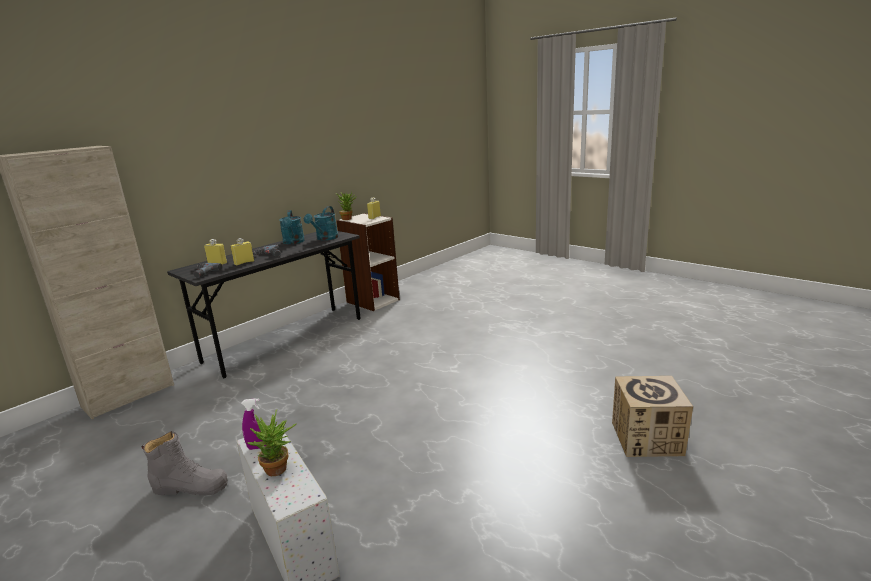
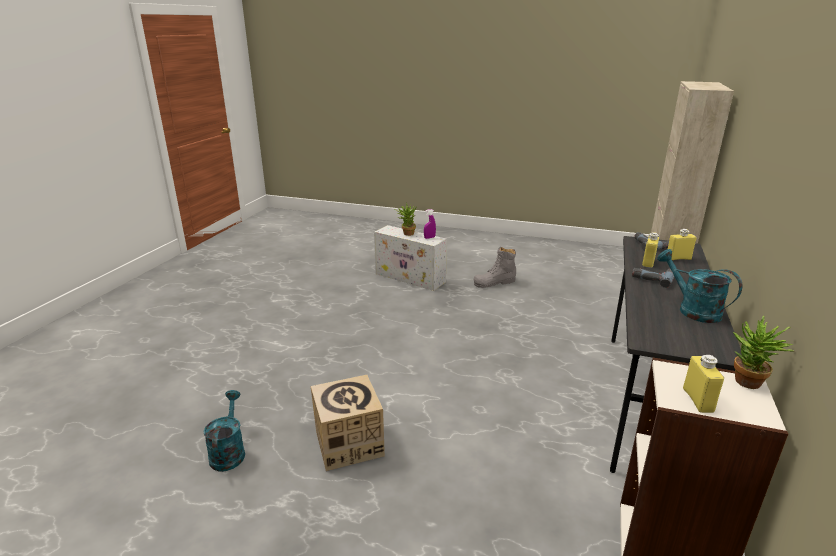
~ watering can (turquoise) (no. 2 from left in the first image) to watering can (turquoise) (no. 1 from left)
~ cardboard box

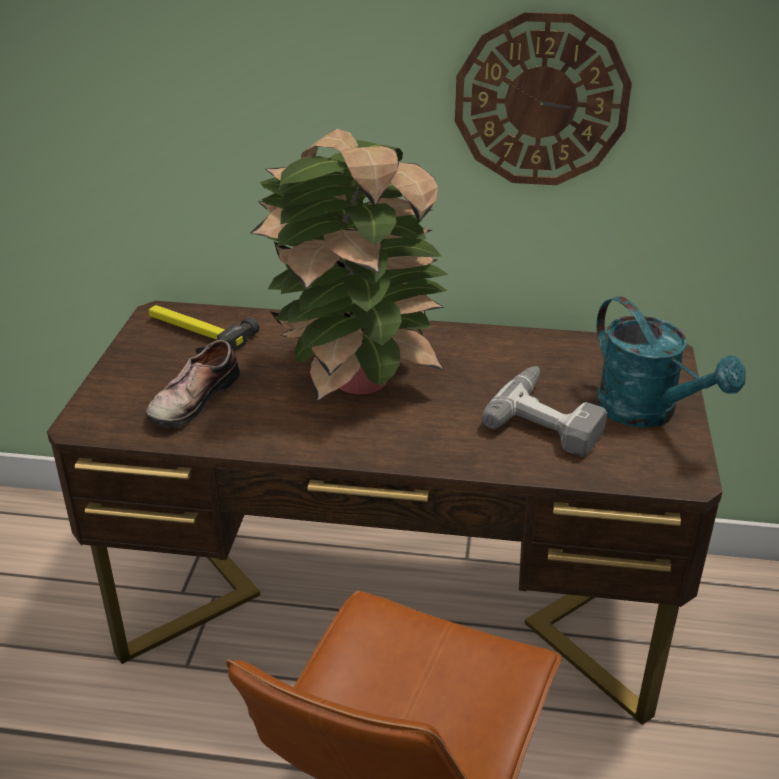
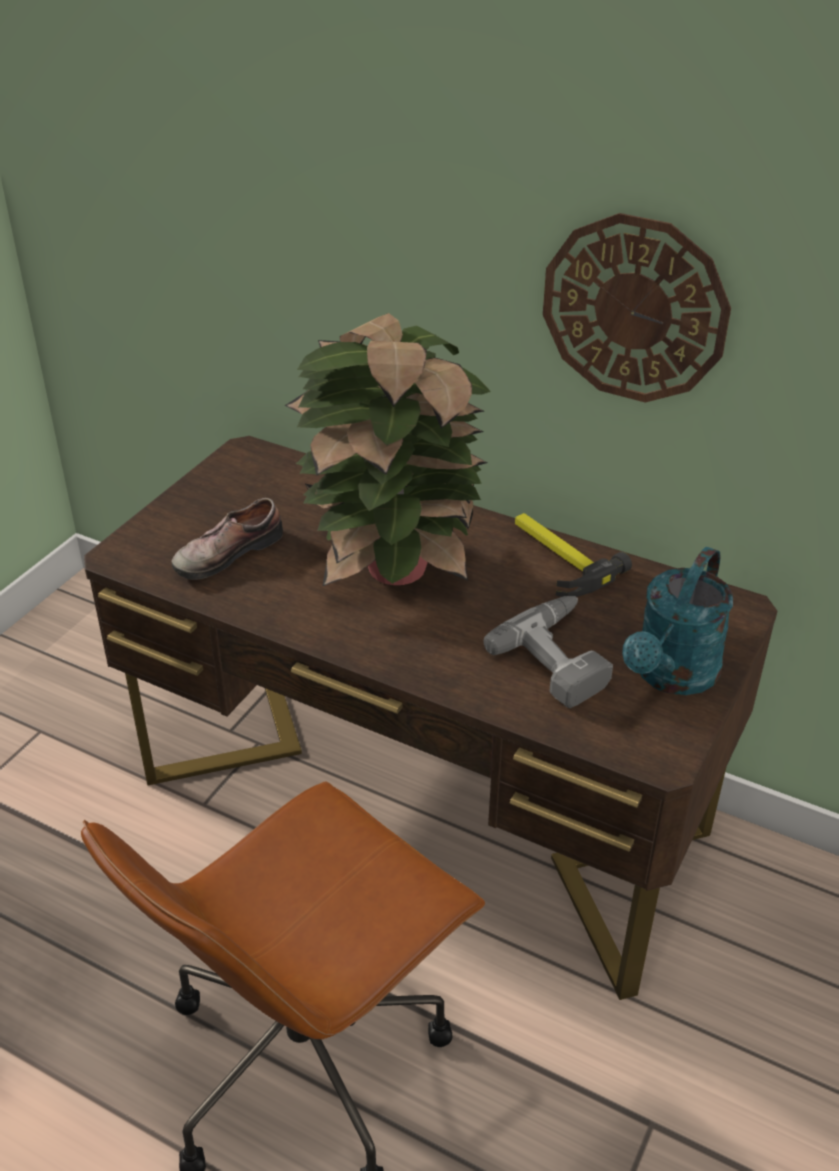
~ hammer
~ watering can (turquoise) 45 degrees clockwise

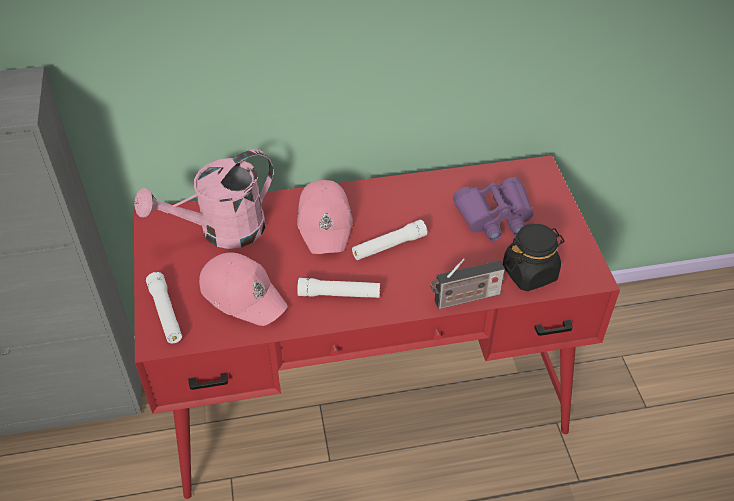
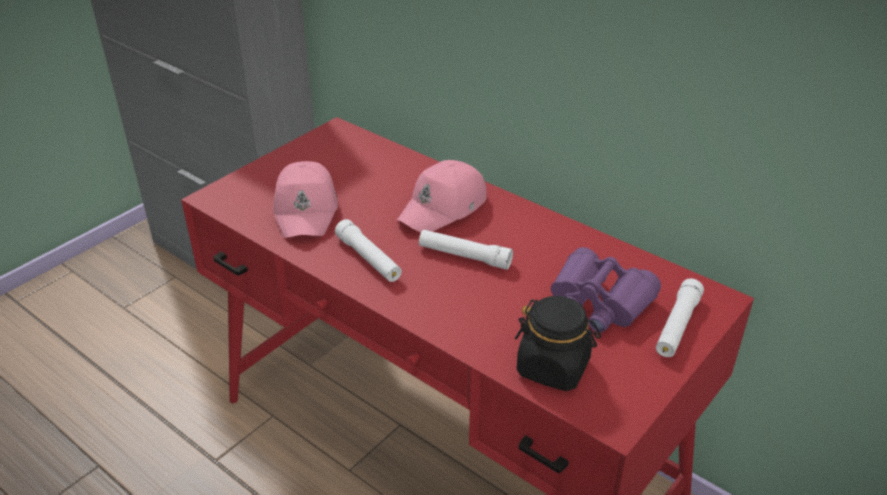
- watering can (pink)
- radio
~ flashlight (white) (no. 1 from left in the first image) to flashlight (white) (no. 3 from left)

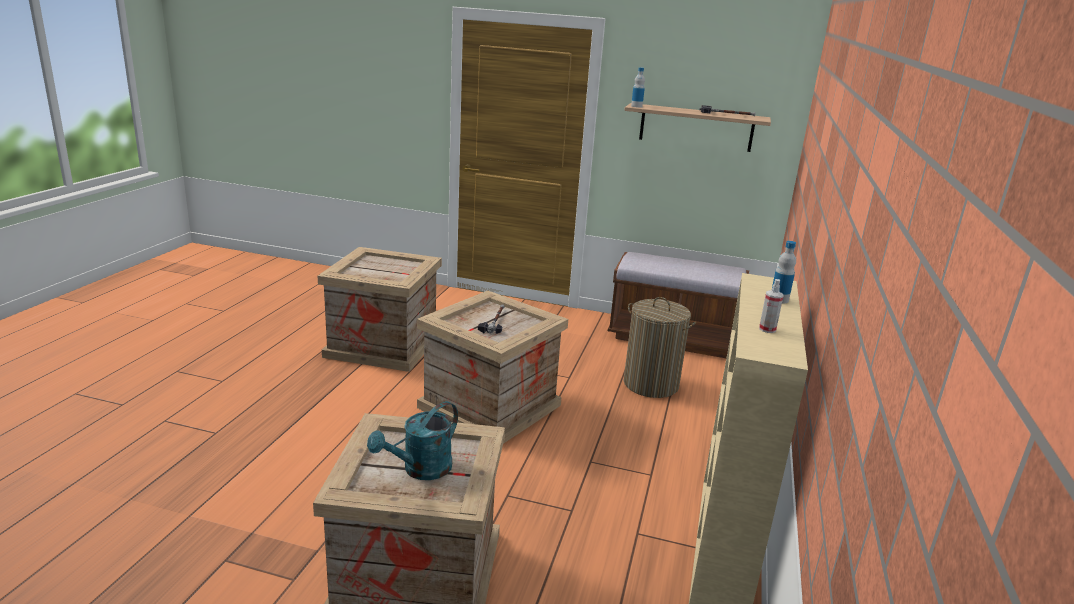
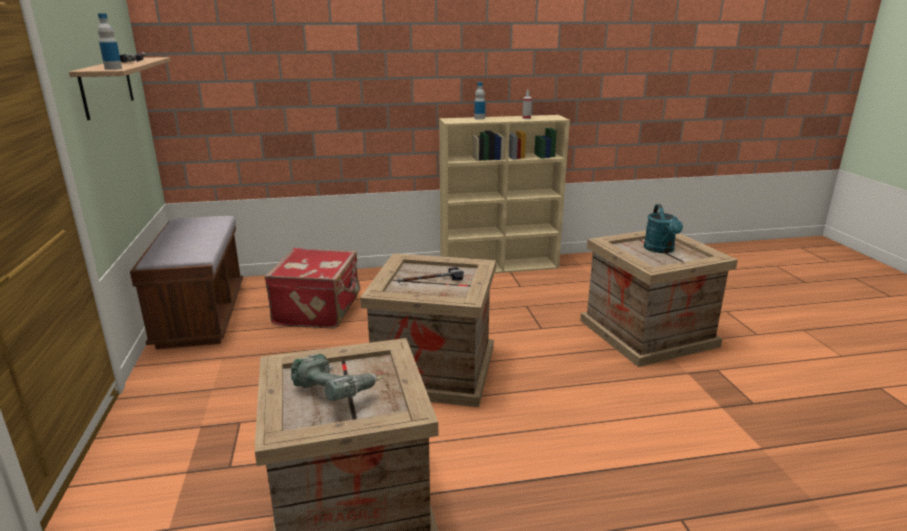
+ power drill
~ laundry basket to suitcase (red)
~ watering can (turquoise) 75 degrees clockwise

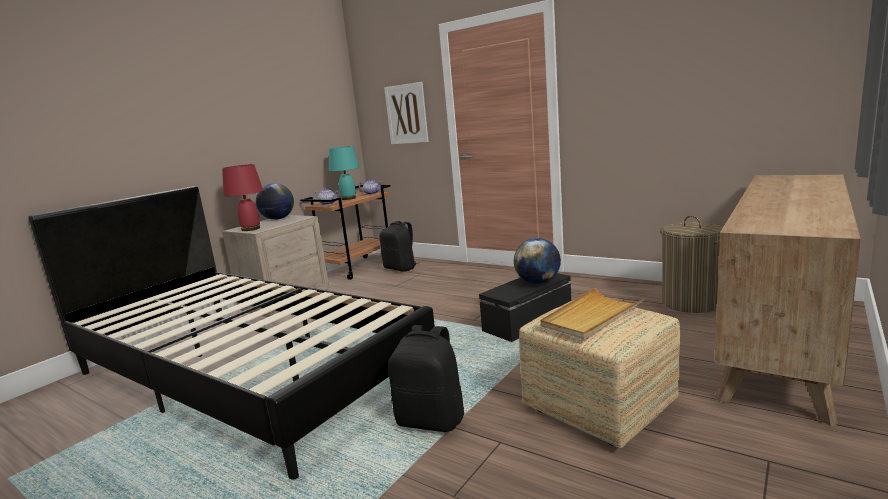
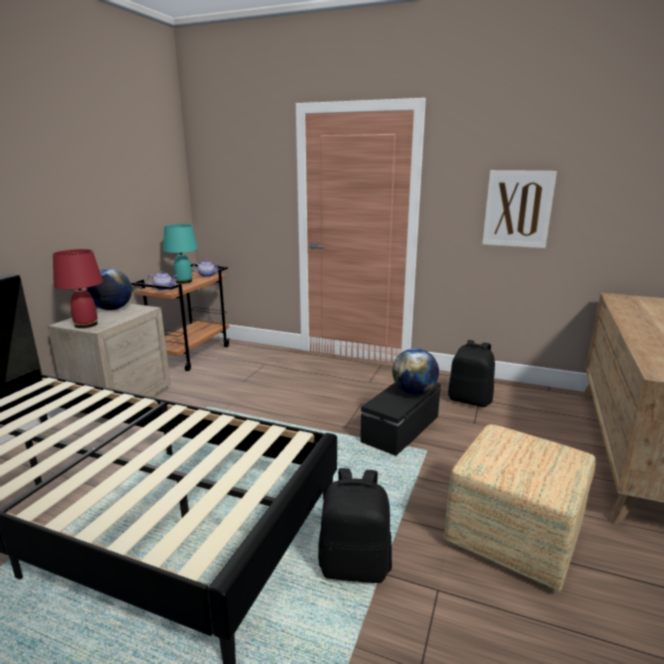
- tray (beige)
- laundry basket
~ backpack (black) (no. 1 from left in the first image) to backpack (black) (no. 2 from left)
~ picture

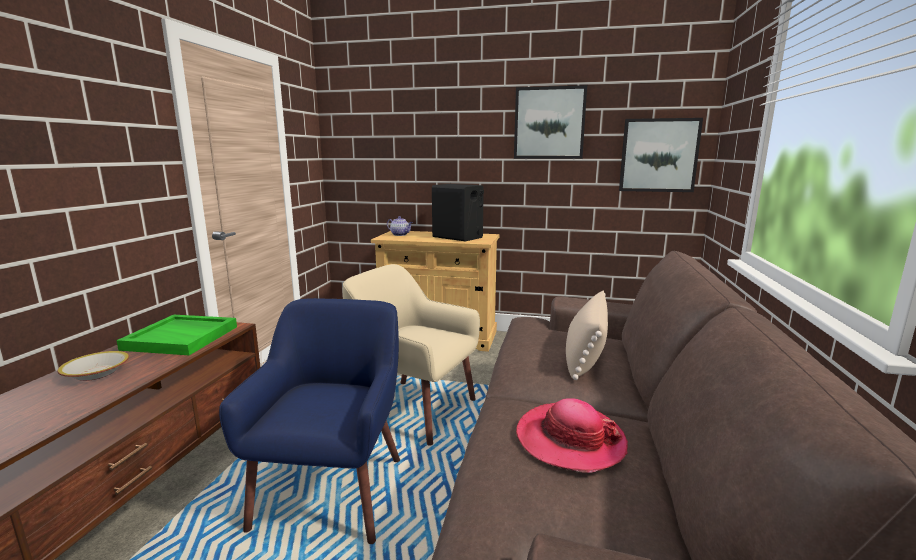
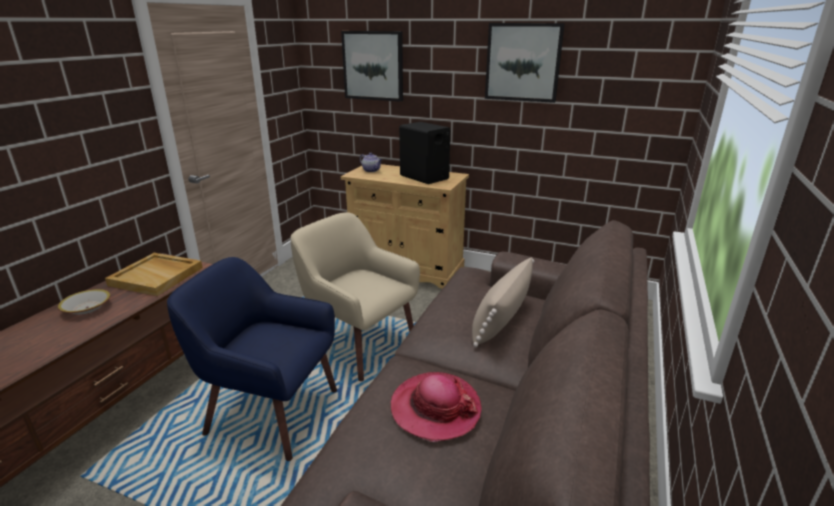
~ picture (no. 2 from left in the first image) to picture (no. 1 from left)
~ tray (green) to tray (beige)
~ armchair (blue) 90 degrees counterclockwise

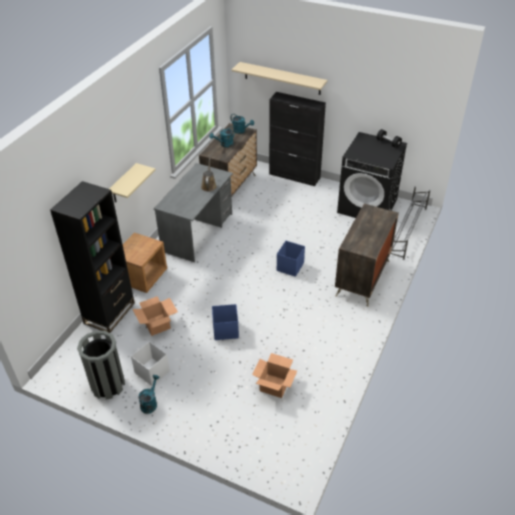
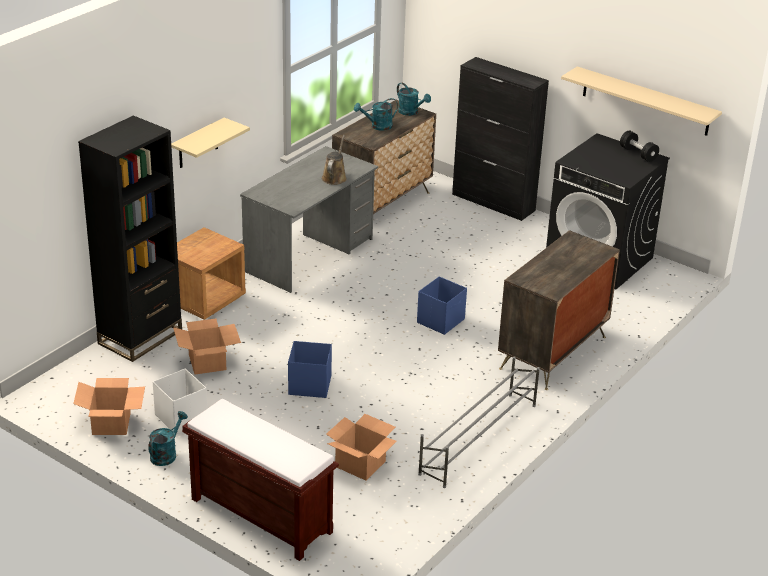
+ bench (brown)
~ shelf (beige) (no. 2 from left)
~ shoe rack (grey)
~ trash can (grey) to cardboard box (no. 1 from left)

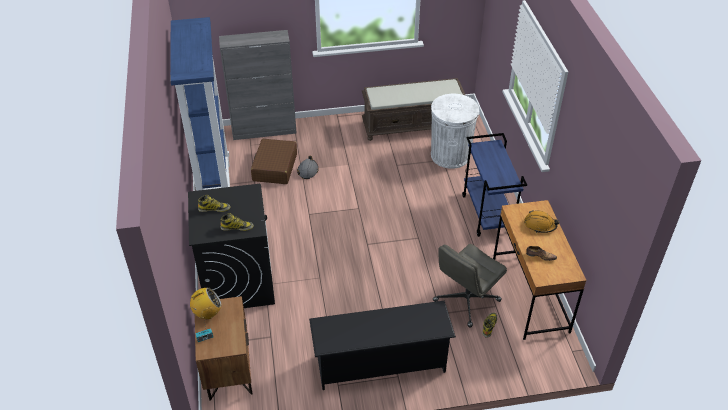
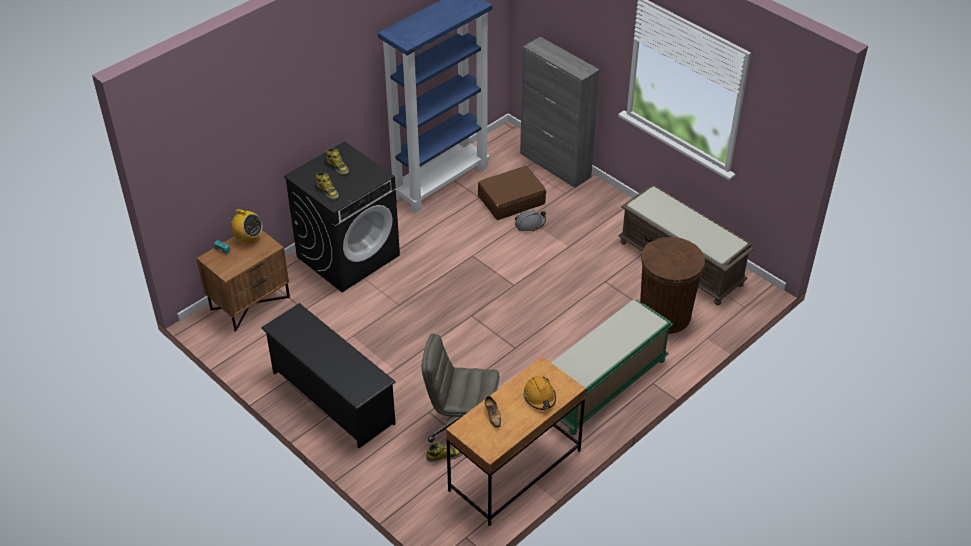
~ cart (blue) to bench (green)
~ trash can (white) to trash can (brown)

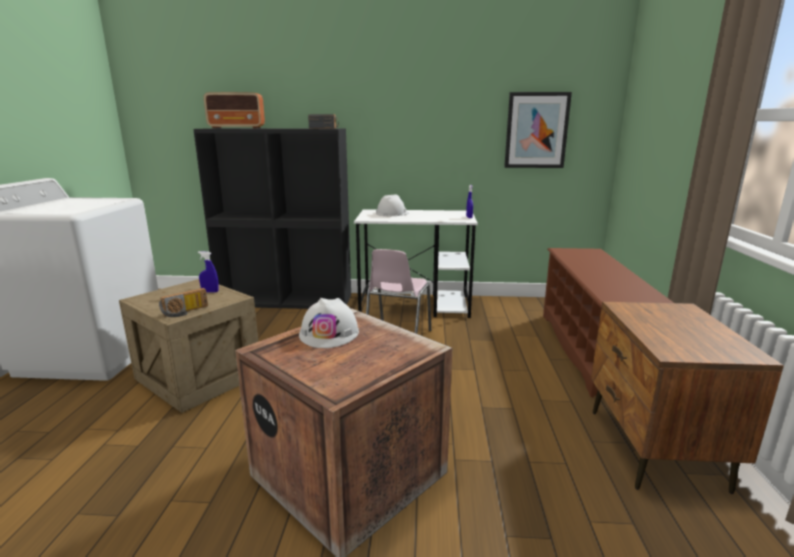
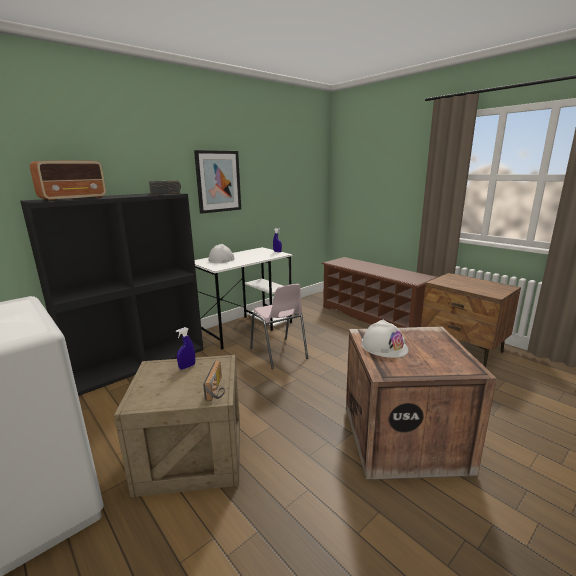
~ picture

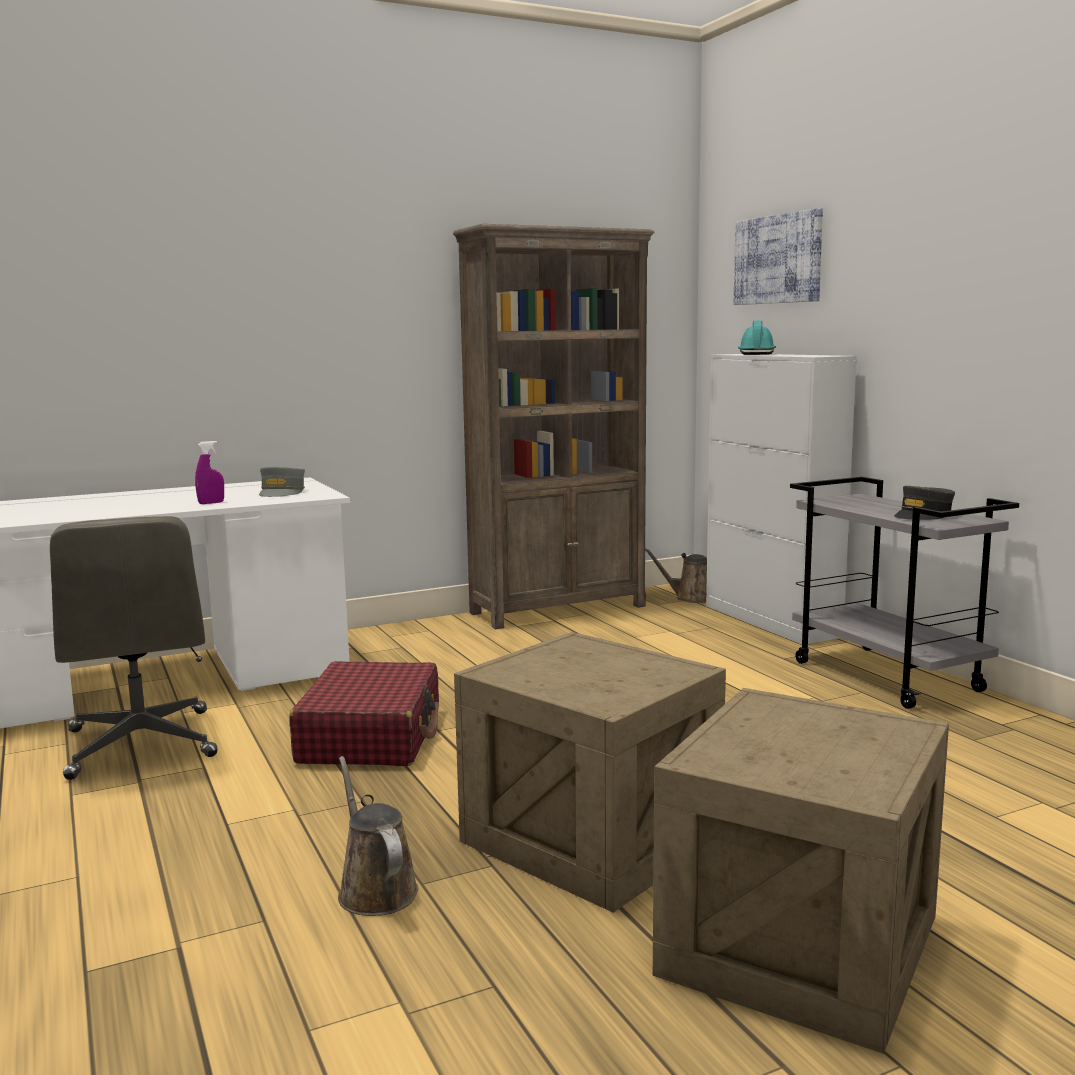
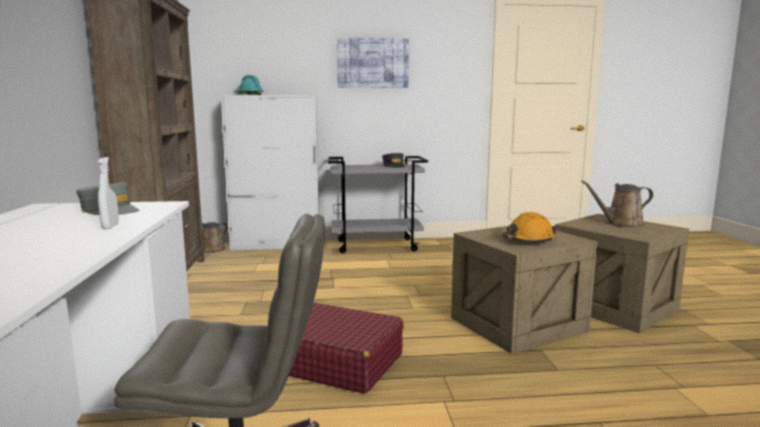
+ hard hat (orange)
~ watering can (brown) (no. 1 from left in the first image) to watering can (brown) (no. 2 from left)
~ picture
~ spray bottle (purple) to spray bottle (white)

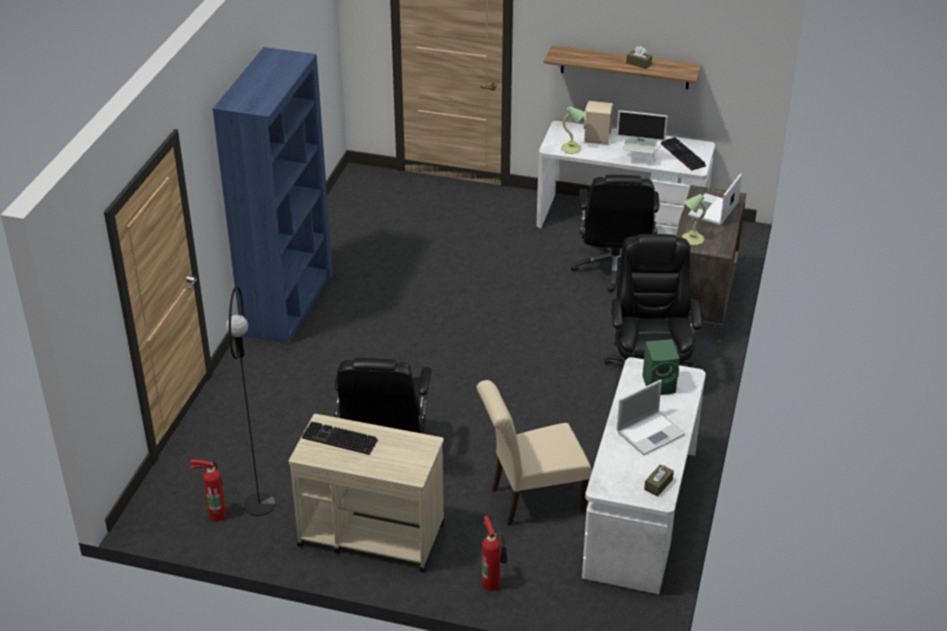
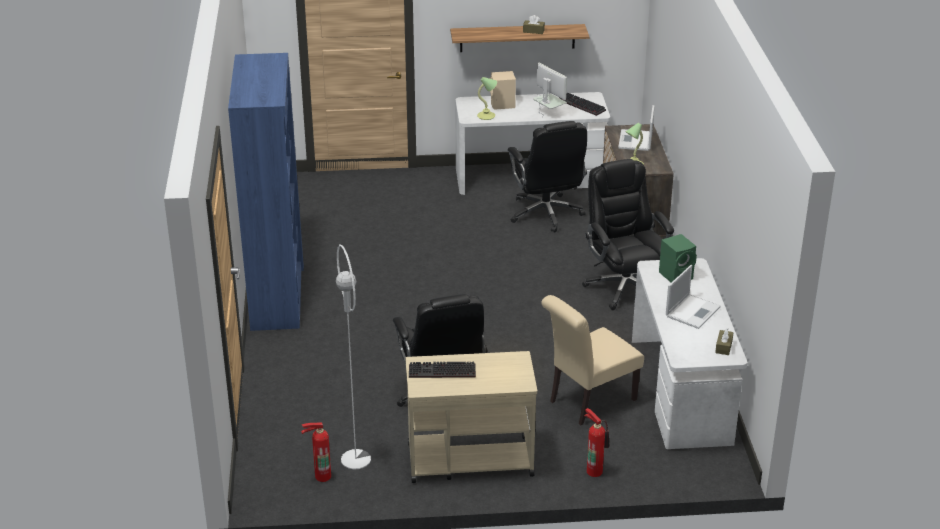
~ floor lamp (black) to floor lamp (white)
~ monitor 120 degrees counterclockwise

